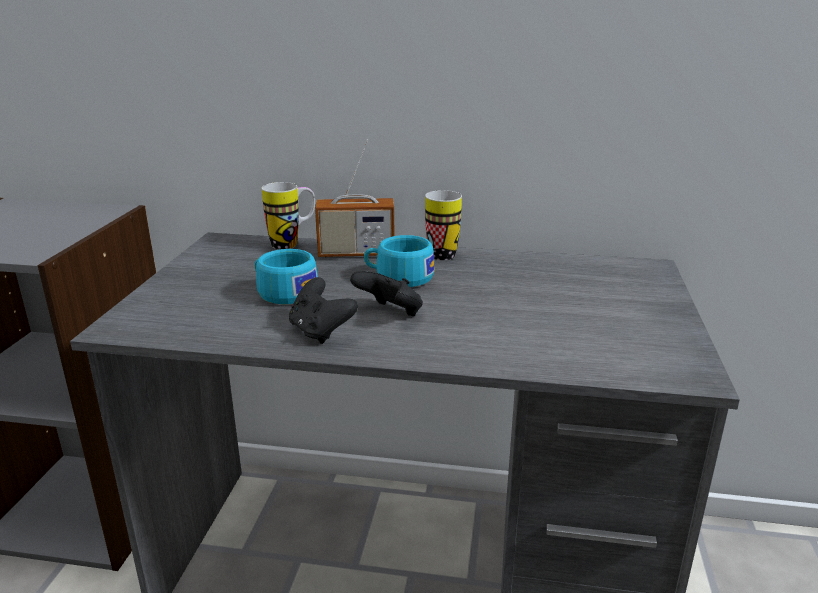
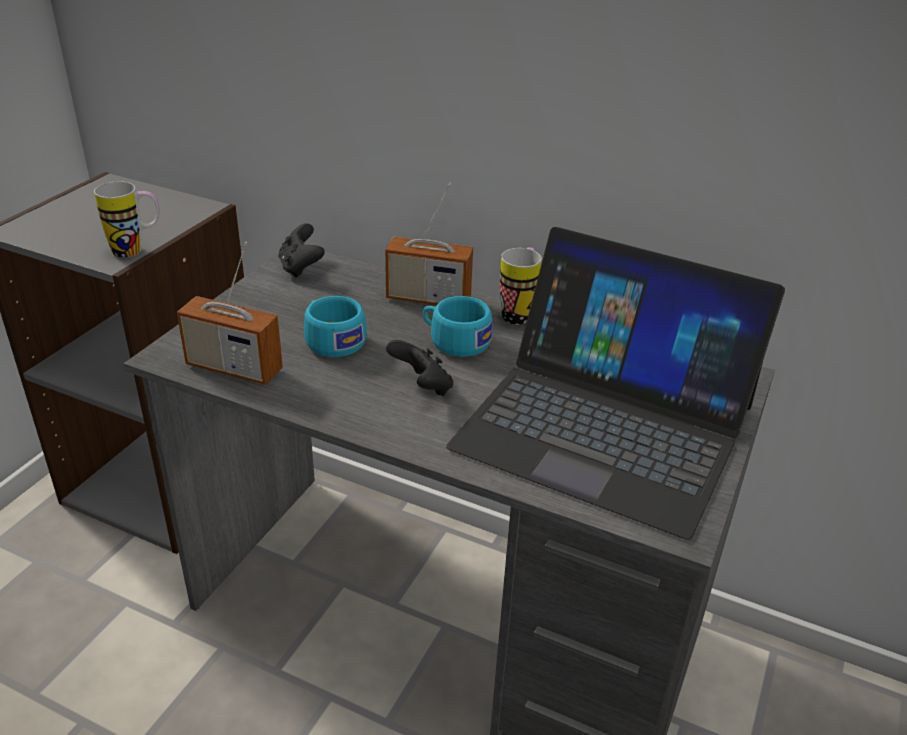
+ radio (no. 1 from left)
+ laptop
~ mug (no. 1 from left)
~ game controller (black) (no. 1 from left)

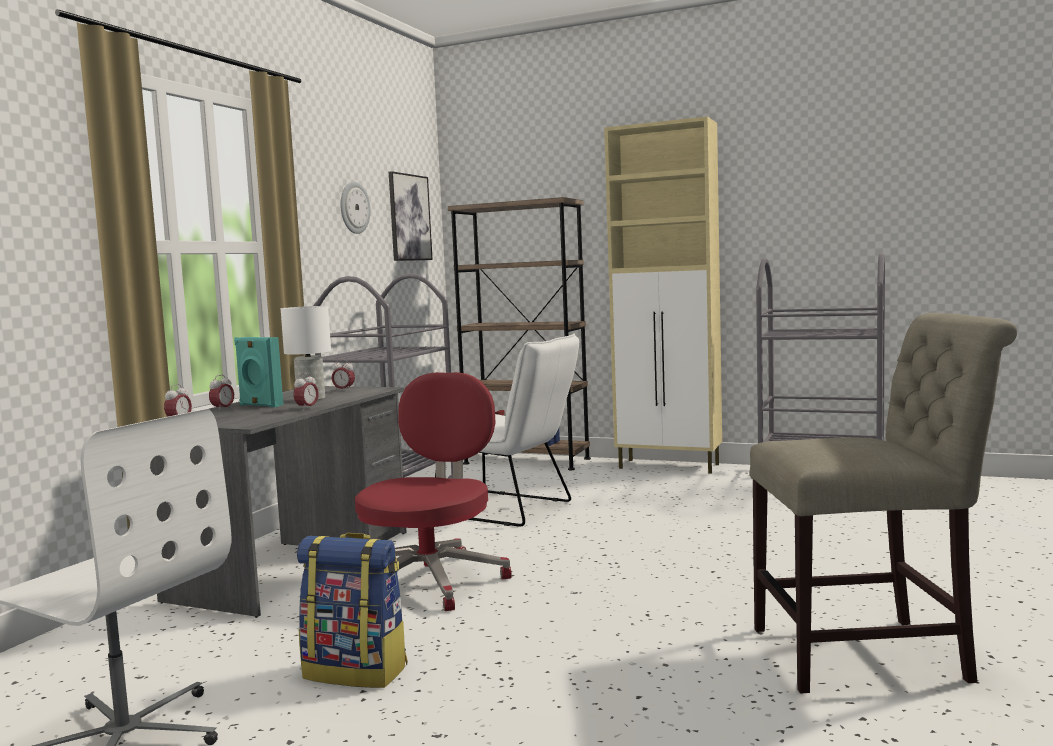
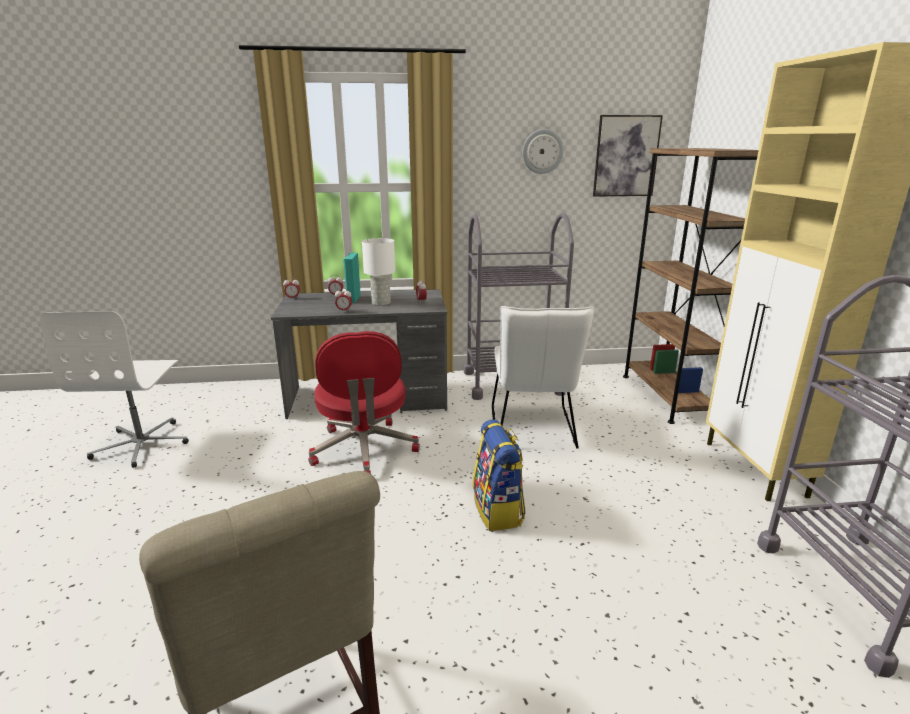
~ backpack
~ office chair (red) 90 degrees clockwise

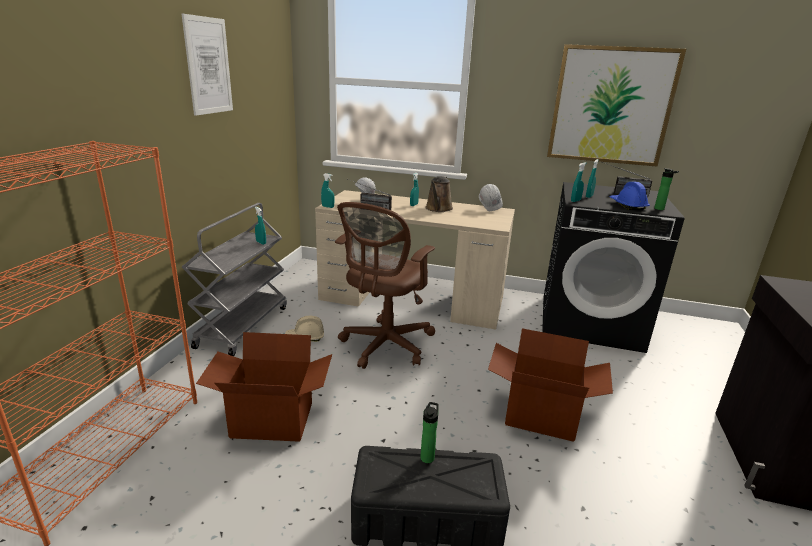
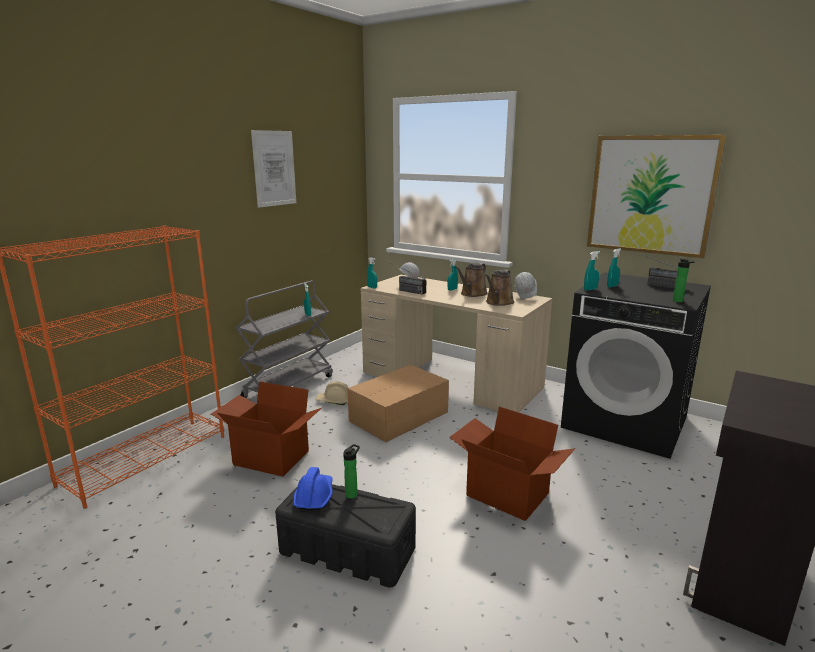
+ watering can (brown) (no. 2 from left)
~ hard hat (blue)
~ office chair (brown) to cardboard box (no. 2 from left)

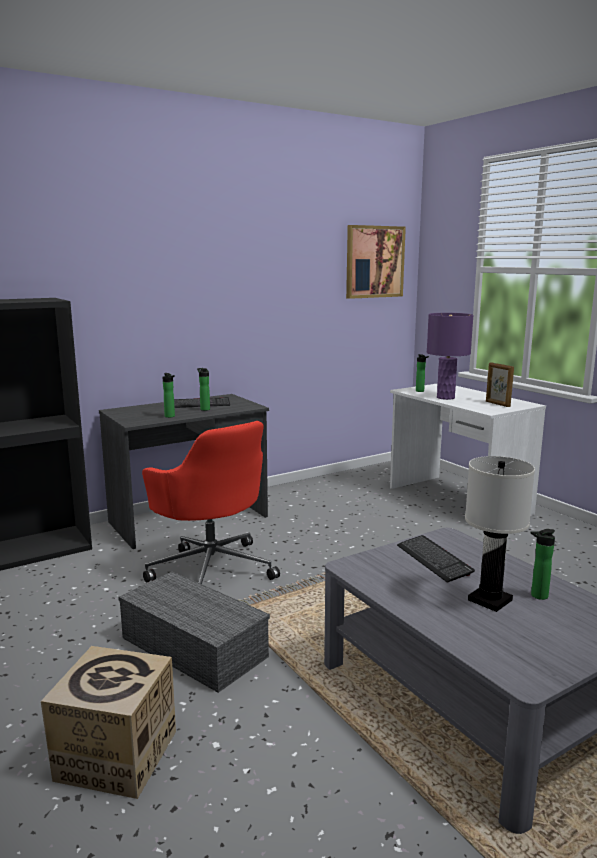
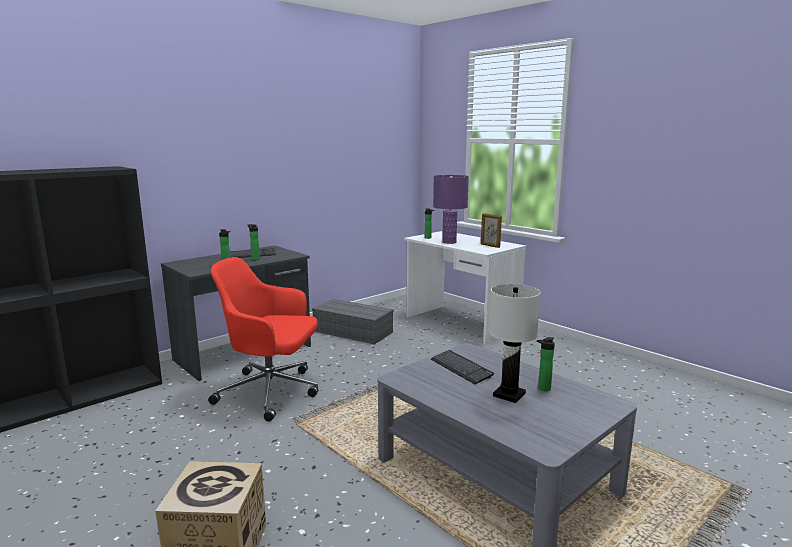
- picture
~ storage box (grey)
~ office chair (red) 150 degrees clockwise

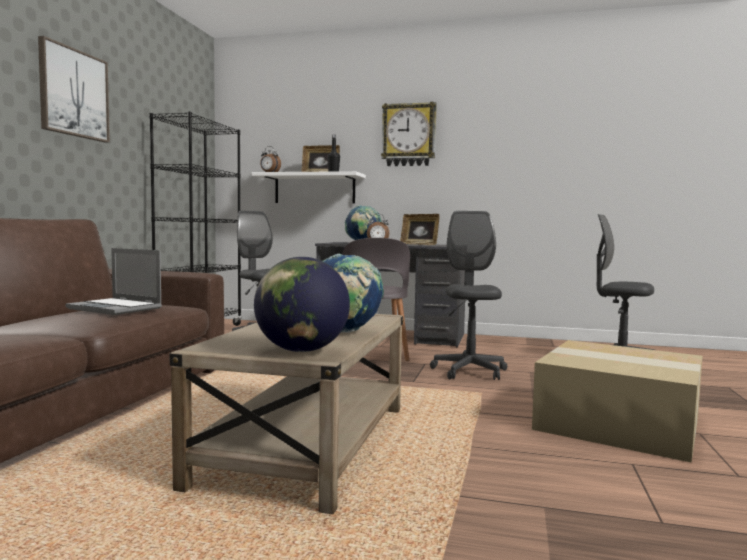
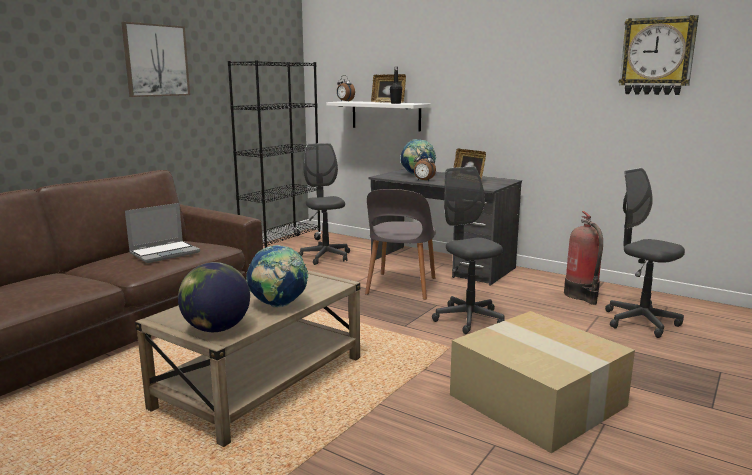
+ fire extinguisher
~ wall clock
~ laptop 90 degrees counterclockwise
~ office chair (grey) (no. 2 from left) 45 degrees counterclockwise

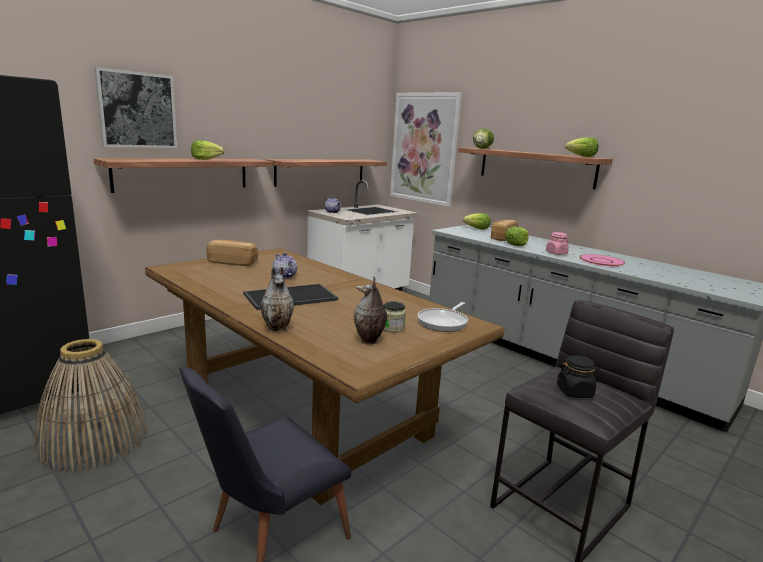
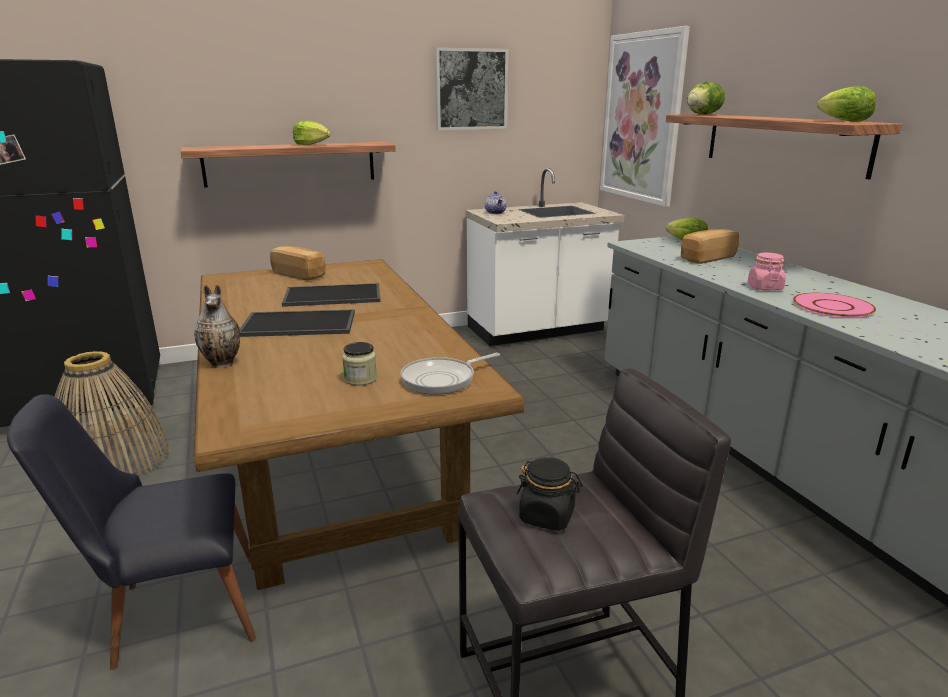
- shelf (no. 2 from left)
- vase (no. 2 from left)
- lettuce (no. 4 from left)
~ picture (no. 1 from left)
~ teapot (no. 1 from left) to tray (no. 2 from left)

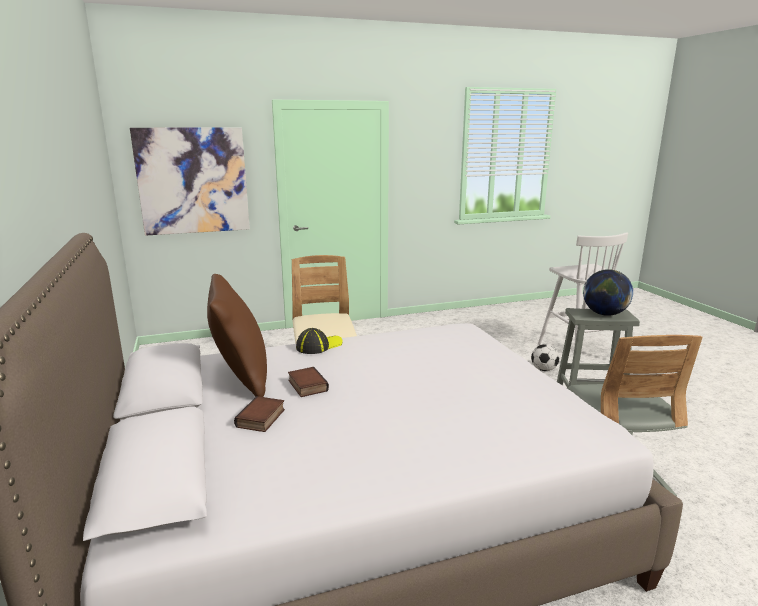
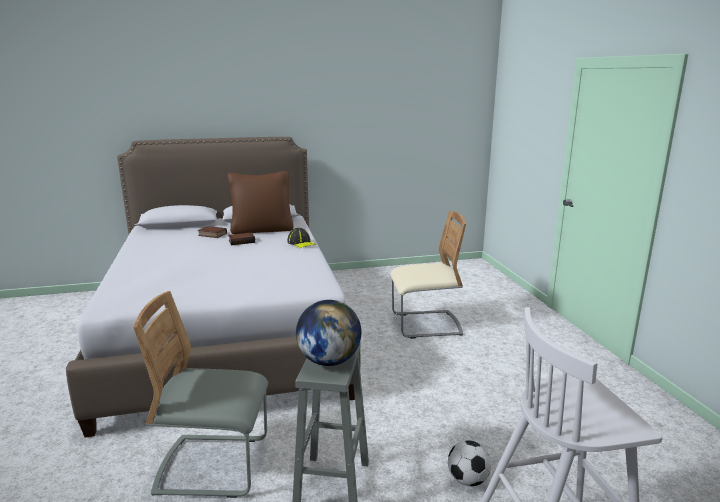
- picture

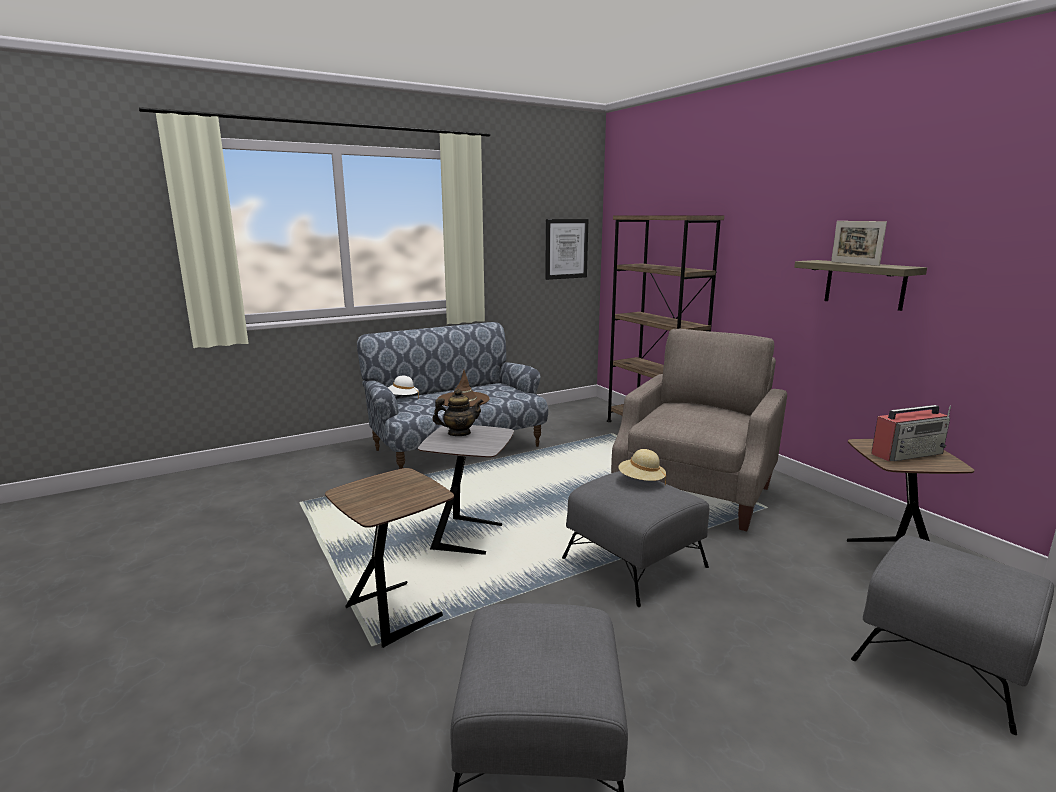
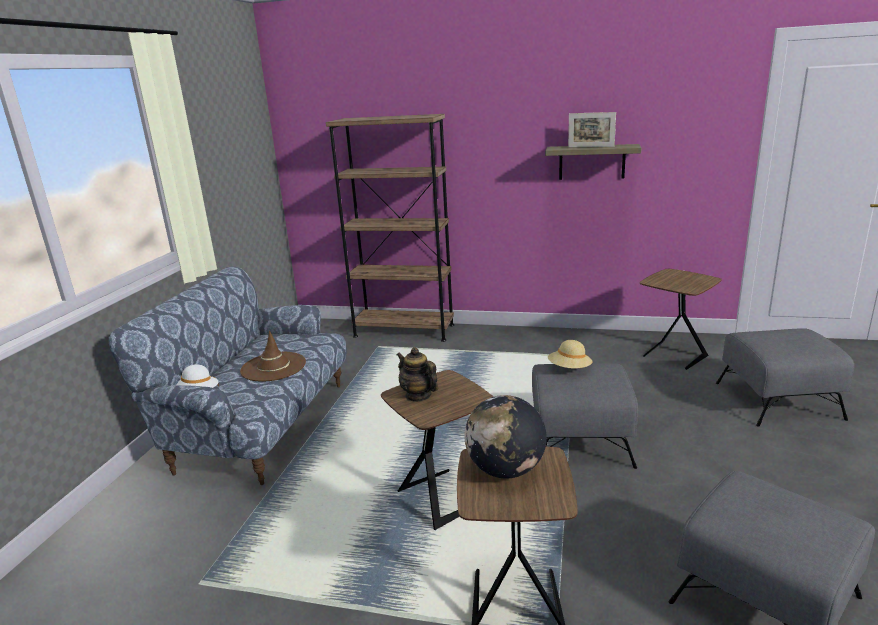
- picture
- armchair (beige)
- radio
+ globe
~ side table (grey) to side table (brown) (no. 1 from left)
~ teapot 75 degrees counterclockwise

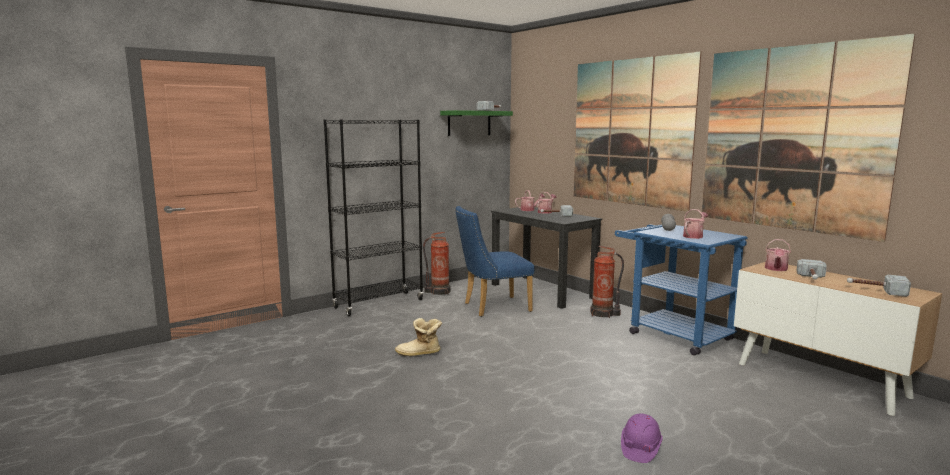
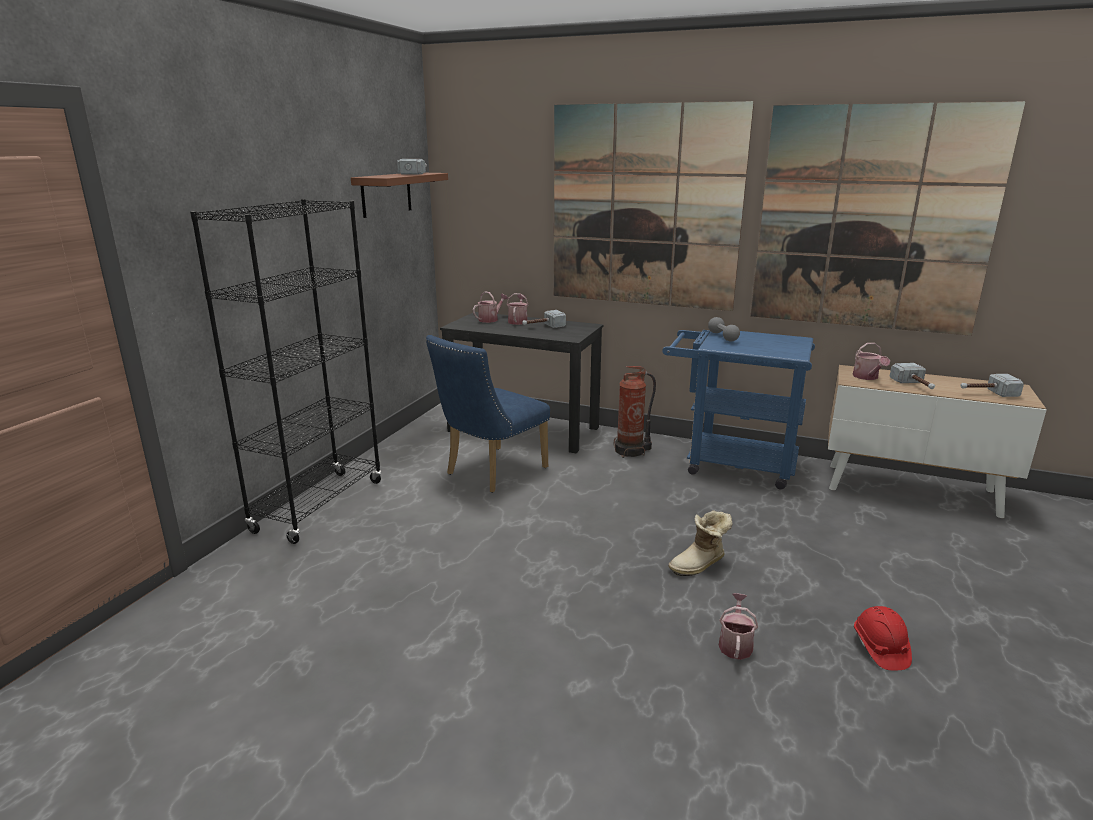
- fire extinguisher (no. 1 from left)
~ boot
~ watering can (no. 3 from left)
~ shelf (green) to shelf (brown)
~ hard hat (purple) to hard hat (red)

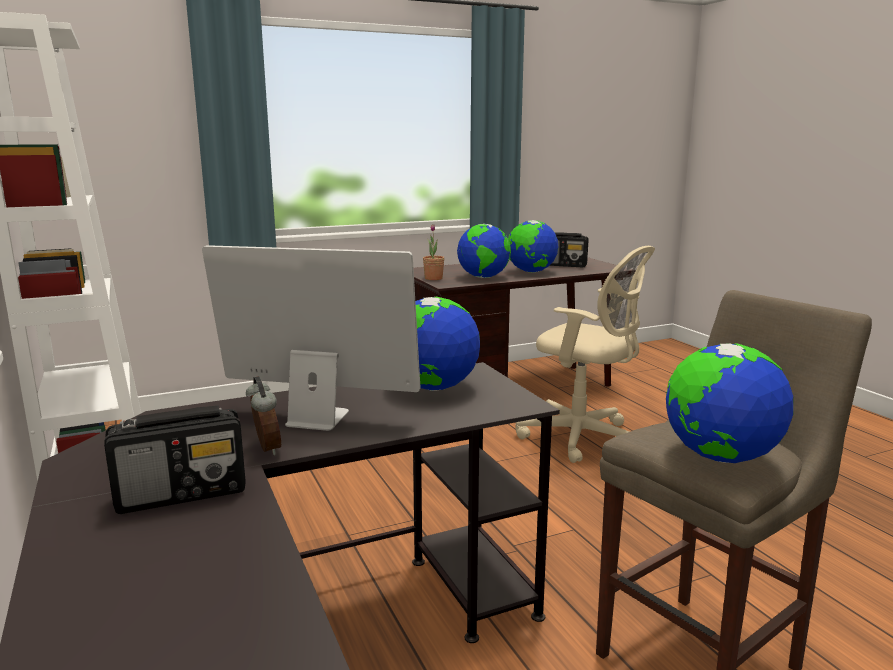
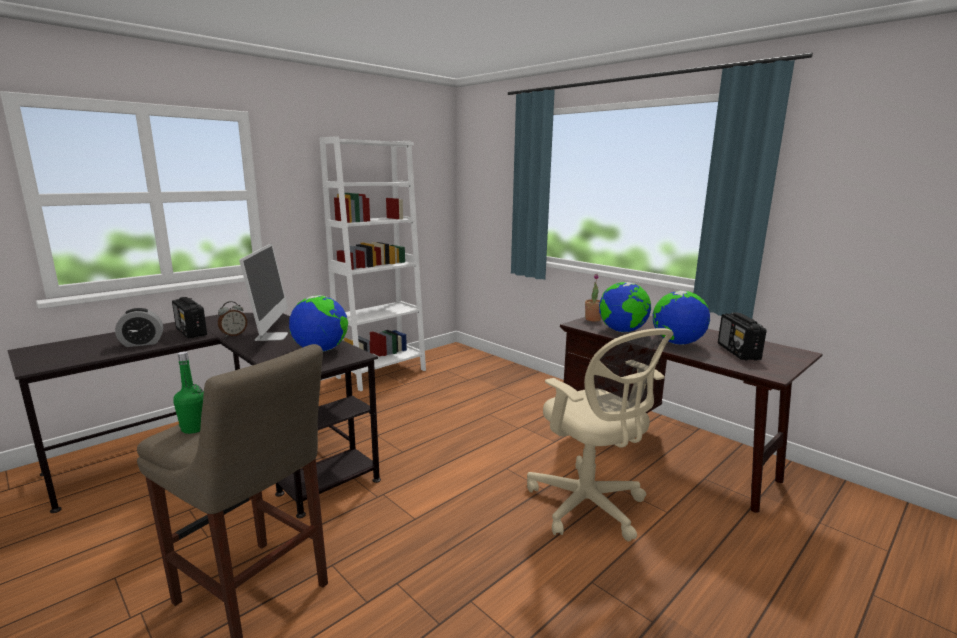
+ alarm clock (no. 1 from left)
~ globe (no. 4 from left) to bottle (green)
~ office chair (beige) 45 degrees counterclockwise

